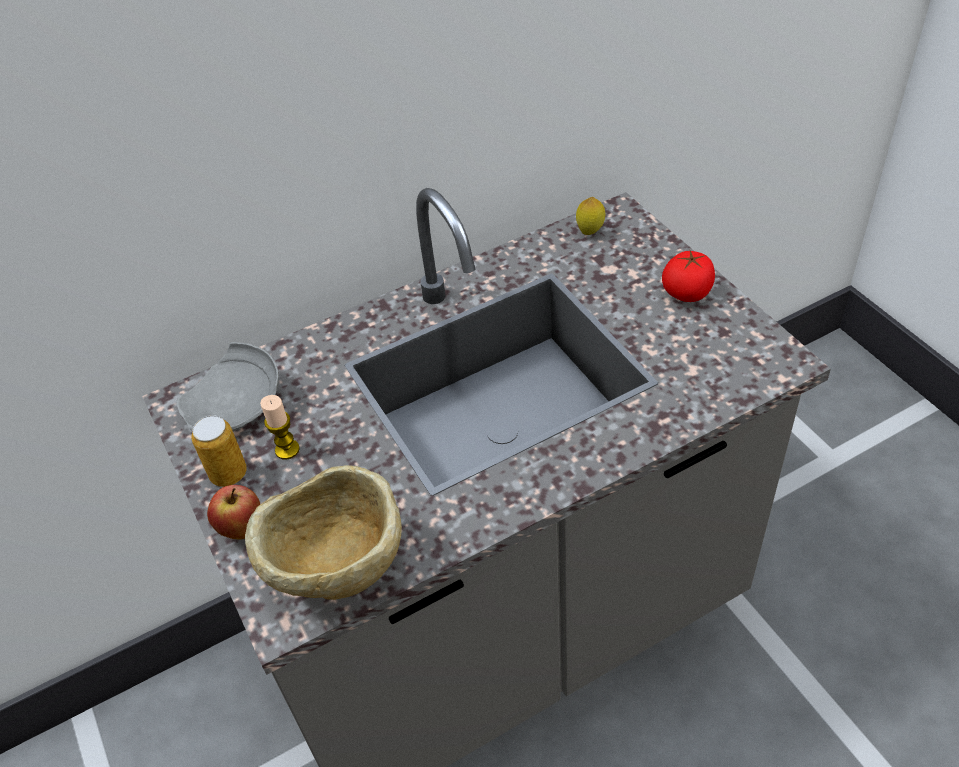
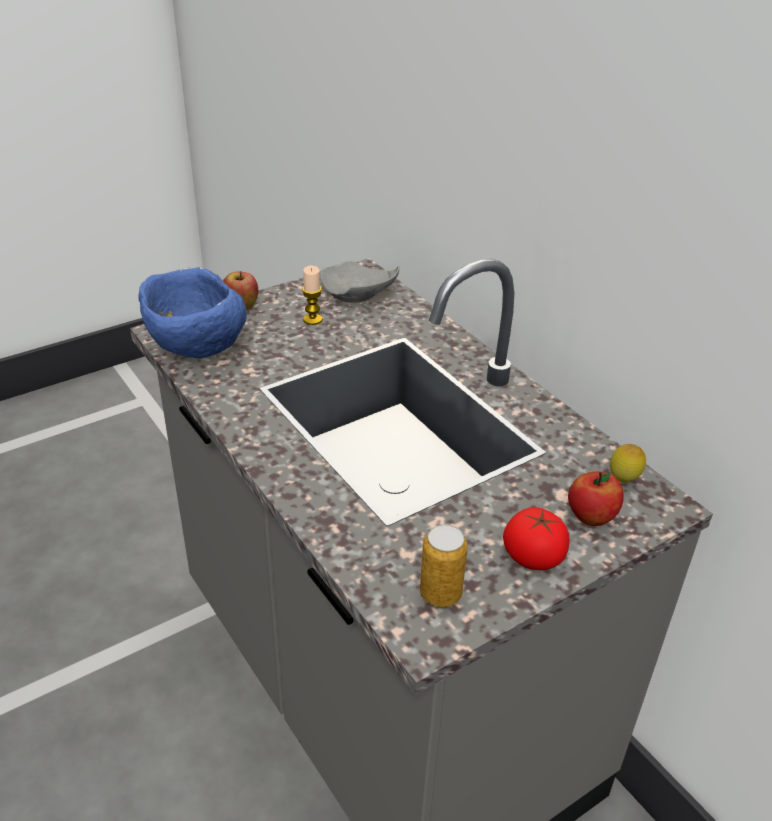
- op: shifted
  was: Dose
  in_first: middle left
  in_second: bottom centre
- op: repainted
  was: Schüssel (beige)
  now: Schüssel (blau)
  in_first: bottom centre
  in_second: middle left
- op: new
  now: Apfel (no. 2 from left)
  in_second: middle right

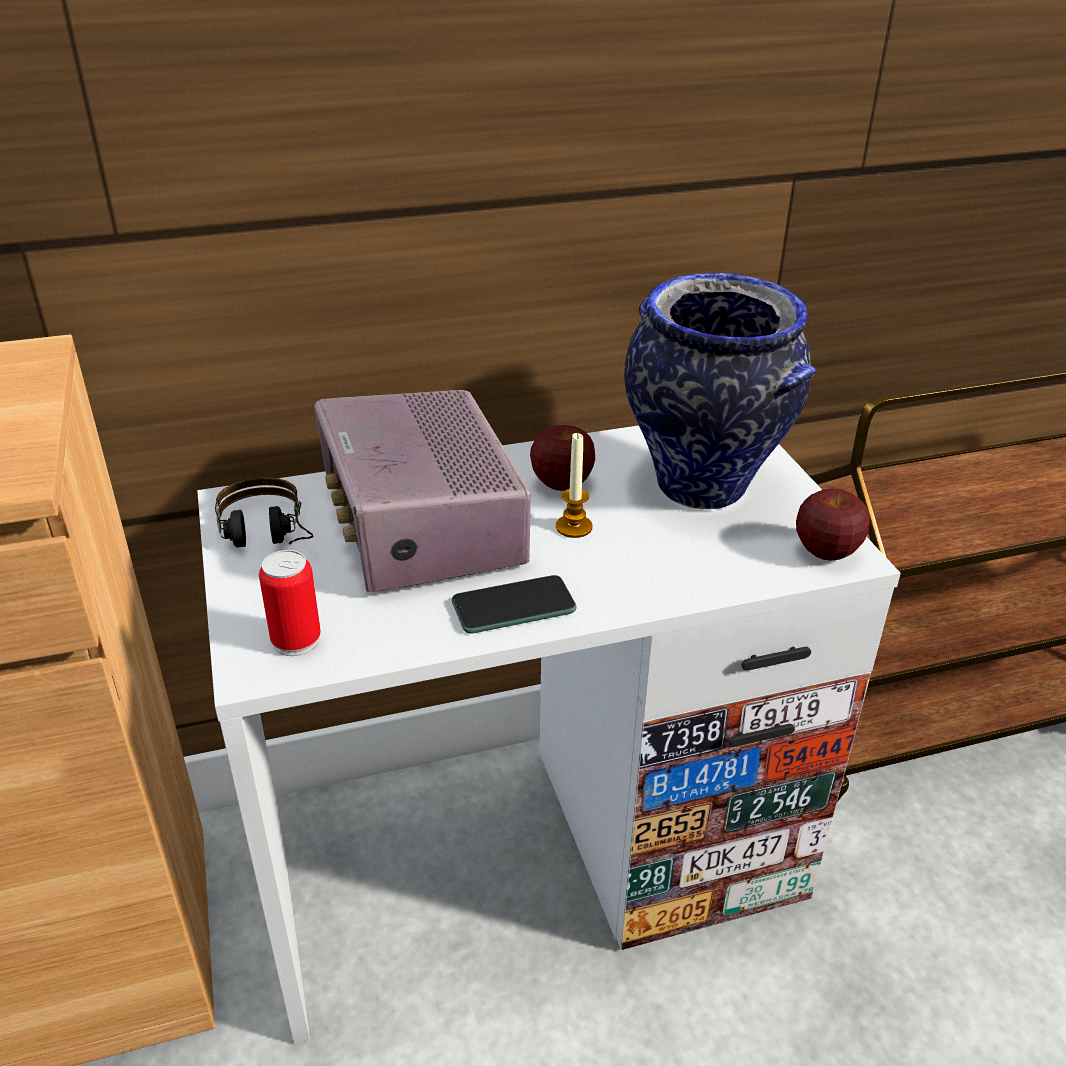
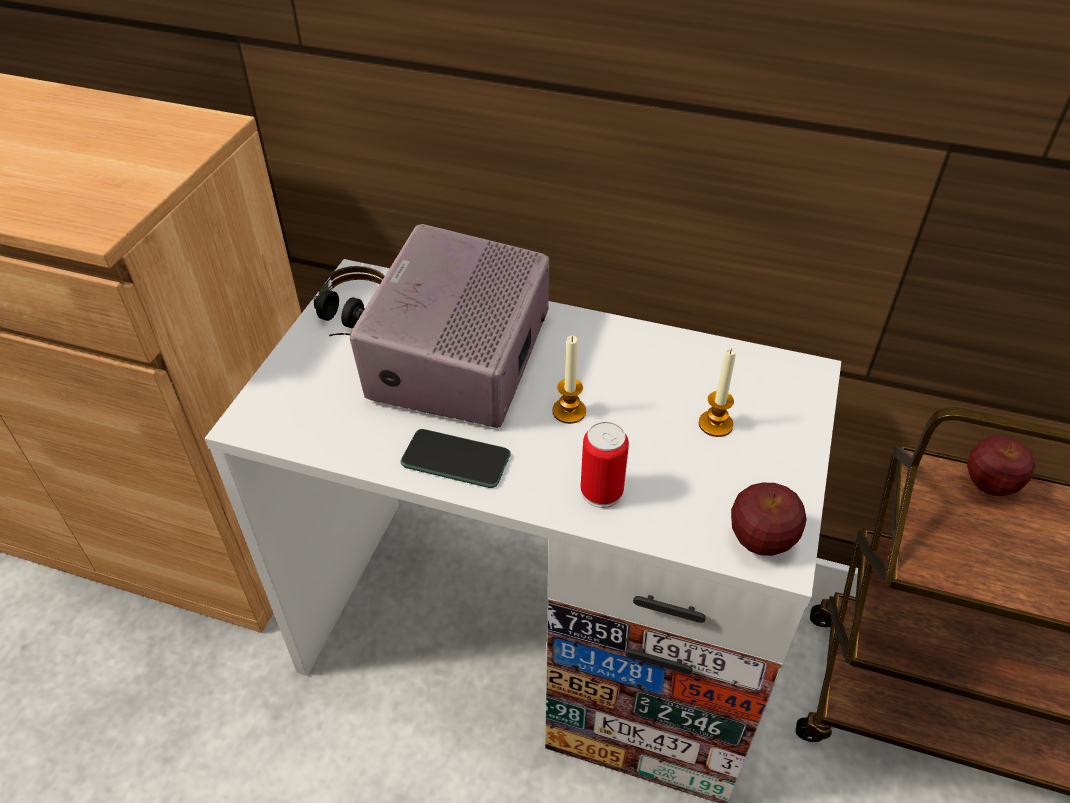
- op: swapped
  was: Vase
  now: Kerze (no. 2 from left)
  in_first: middle right
  in_second: middle right
- op: shifted
  was: Apfel (no. 1 from left in the first image)
  now: Apfel (no. 2 from left)
  in_first: centre
  in_second: middle right
- op: shifted
  was: Dose
  in_first: middle left
  in_second: centre

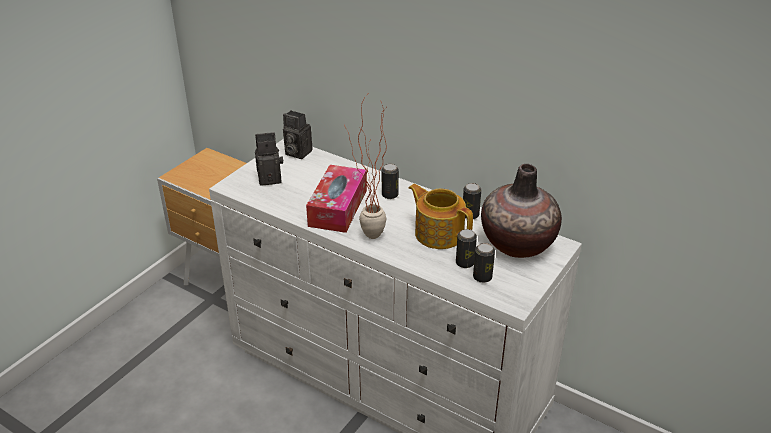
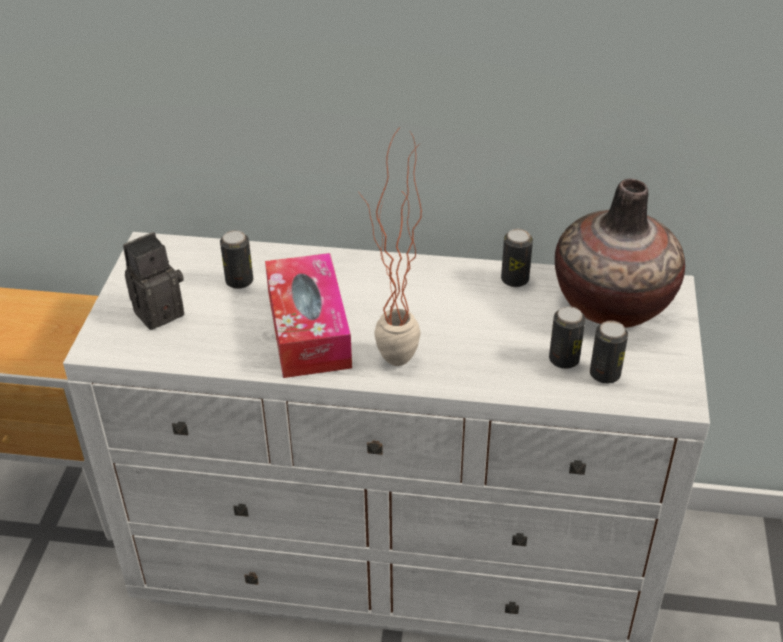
- op: gone
  was: Kamera (no. 2 from left)
  in_first: top centre
- op: shifted
  was: Dose (no. 1 from left)
  in_first: centre
  in_second: middle left
- op: gone
  was: Teekanne
  in_first: centre

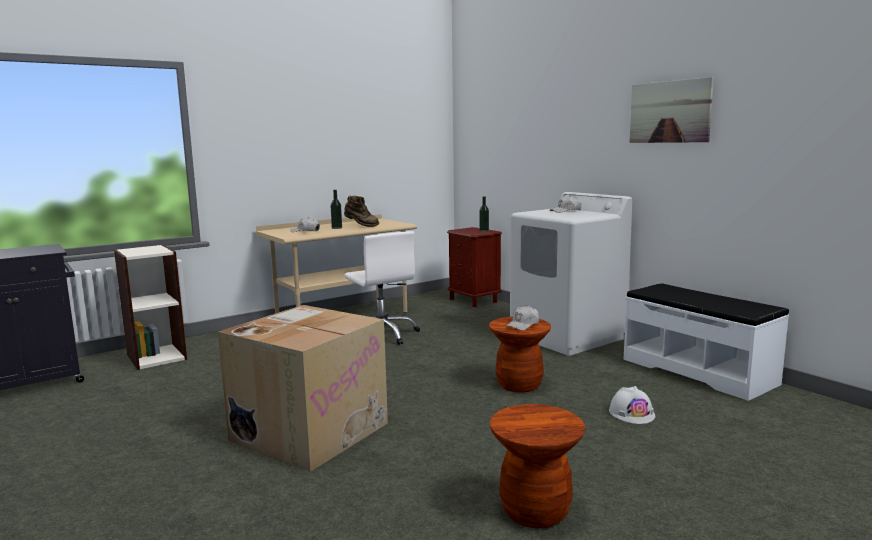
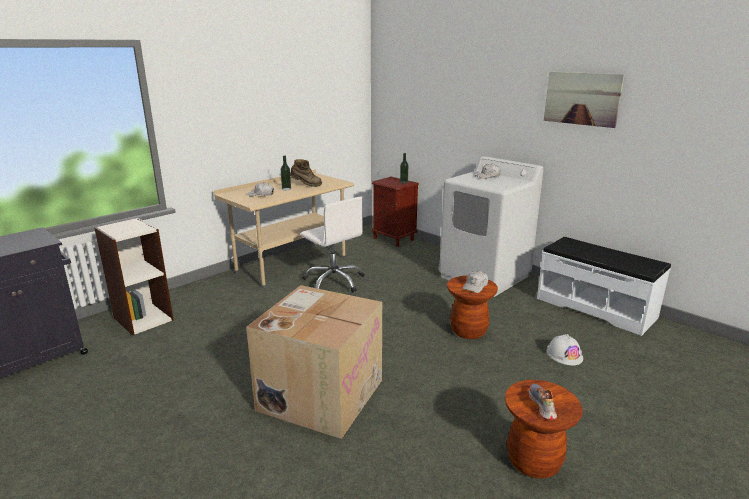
- op: new
  now: Schuh
  in_second: bottom right

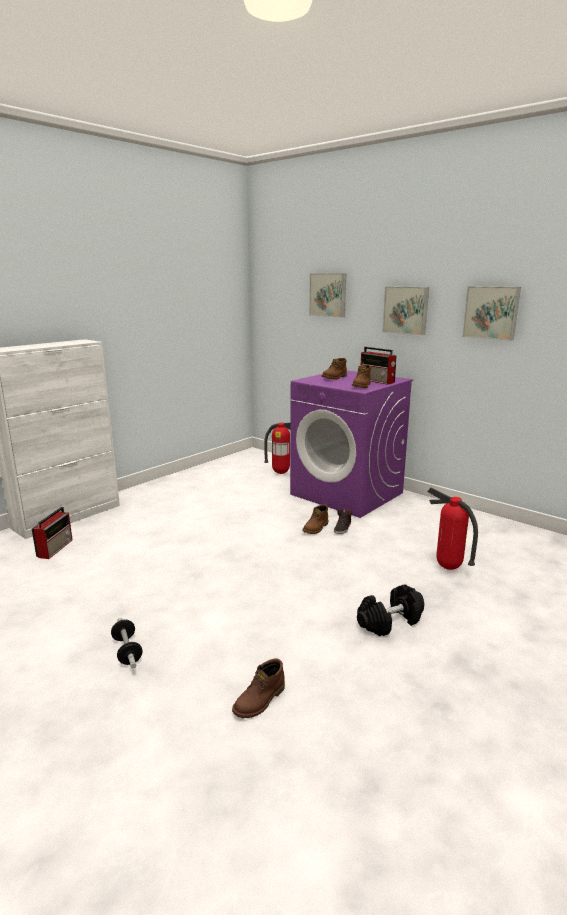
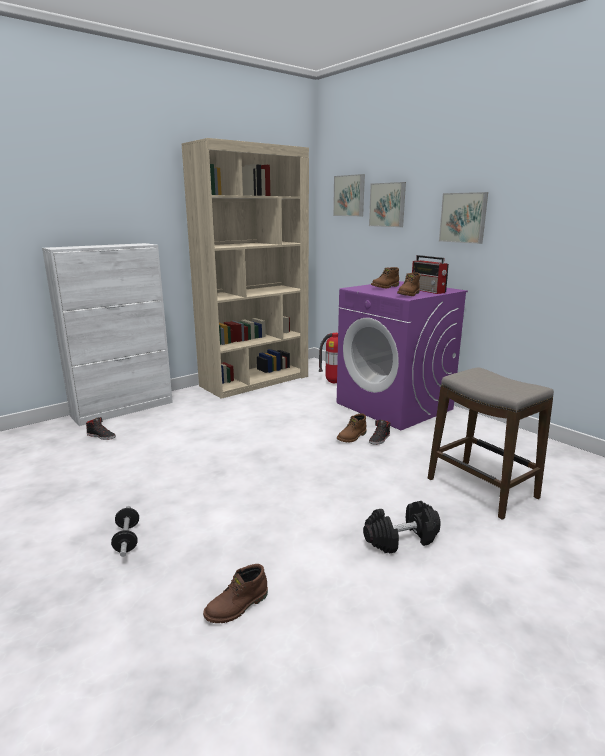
- op: shifted
  was: Bild (no. 3 from left in the first image)
  now: Bild (no. 1 from left)
  in_first: middle right
  in_second: top centre
- op: swapped
  was: Feuerlöscher (no. 2 from left)
  now: Hocker
  in_first: middle right
  in_second: middle right
- op: swapped
  was: Radio (no. 1 from left)
  now: Schuh (schwarz) (no. 1 from left)
  in_first: middle left
  in_second: middle left
- op: new
  now: Bücherregal (beige)
  in_second: centre

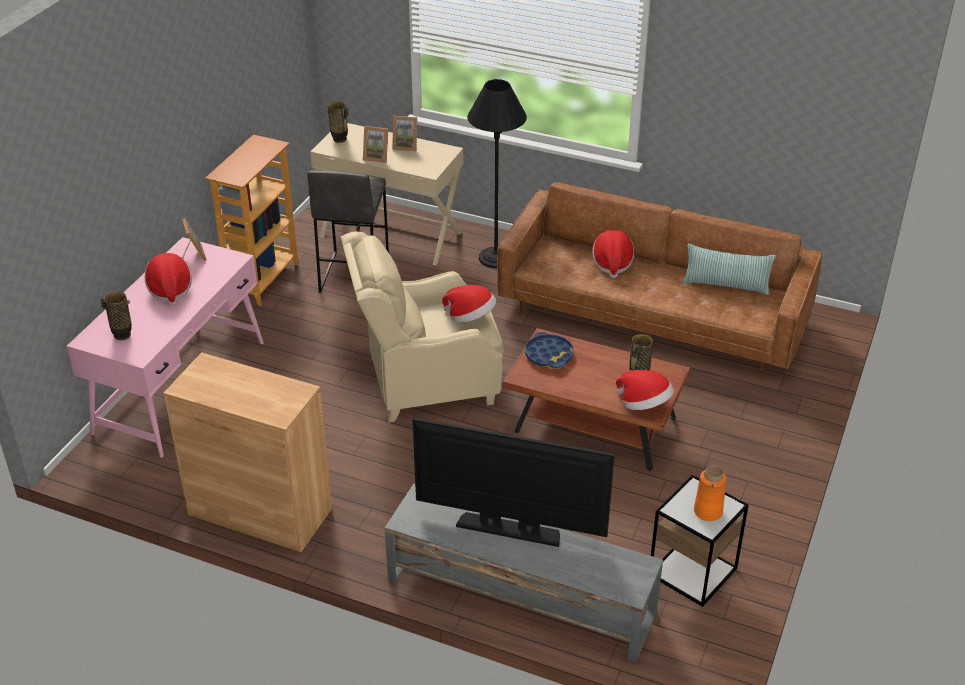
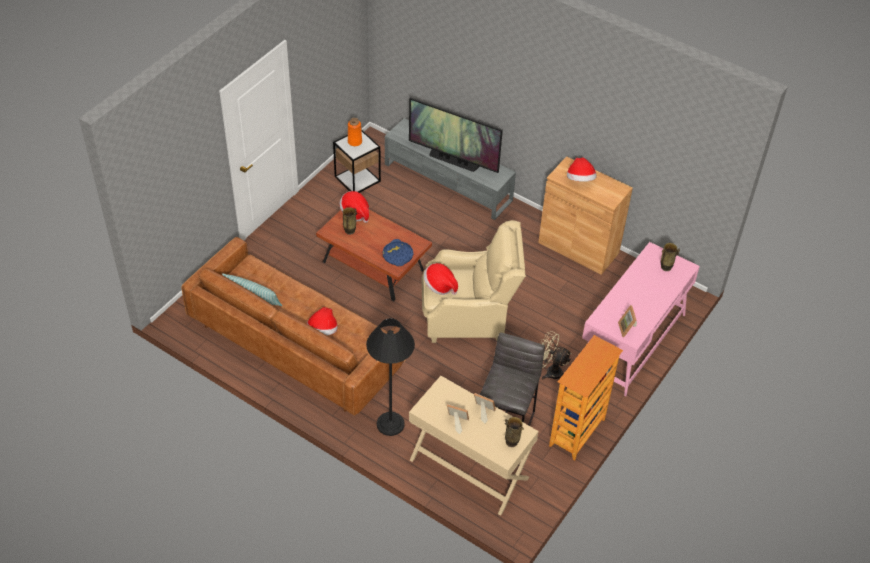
- op: shifted
  was: Hut (no. 1 from left in the first image)
  now: Hut (no. 4 from left)
  in_first: middle left
  in_second: top right
- op: new
  now: Ventilator (beige)
  in_second: centre

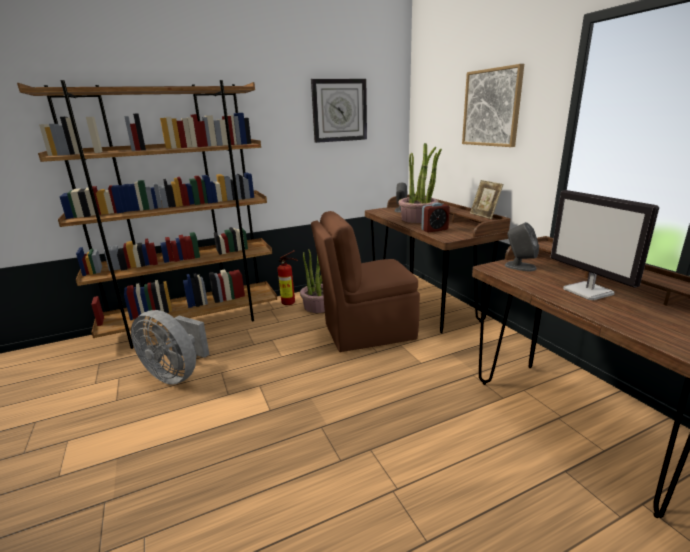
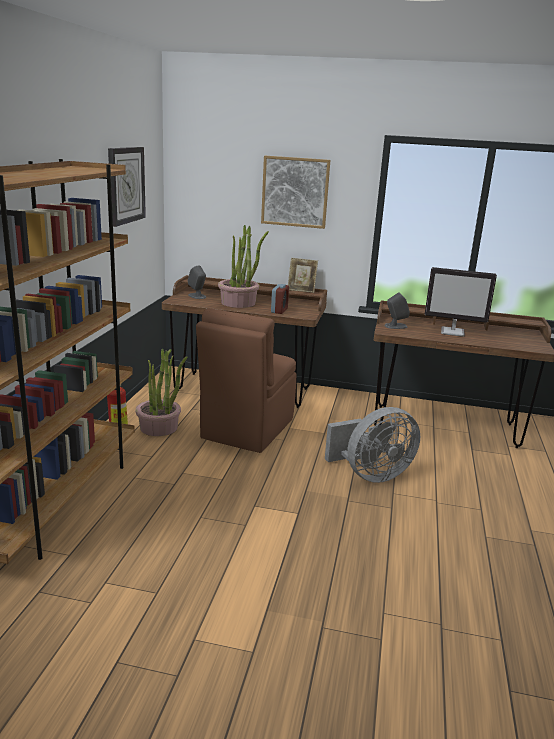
- op: shifted
  was: Ventilator (grau)
  in_first: middle left
  in_second: middle right

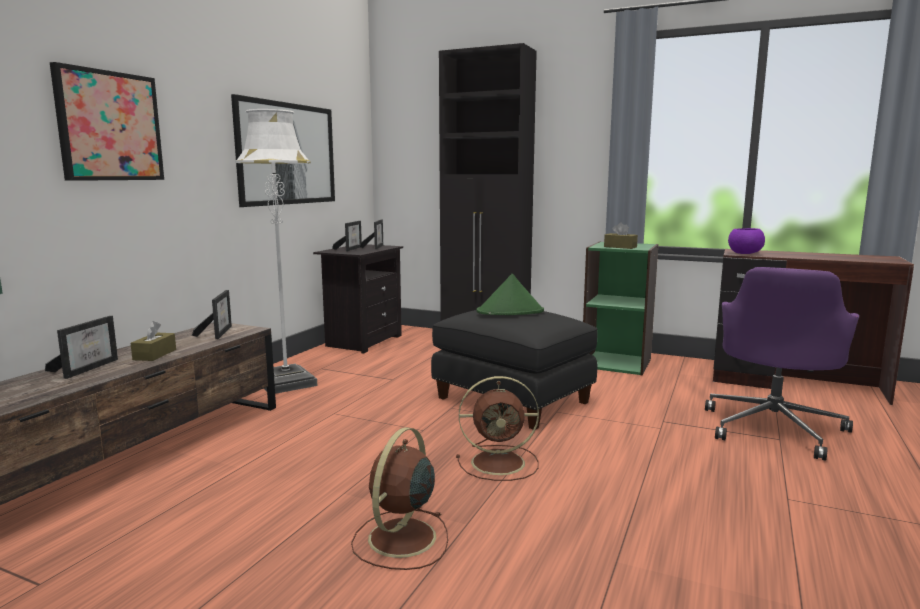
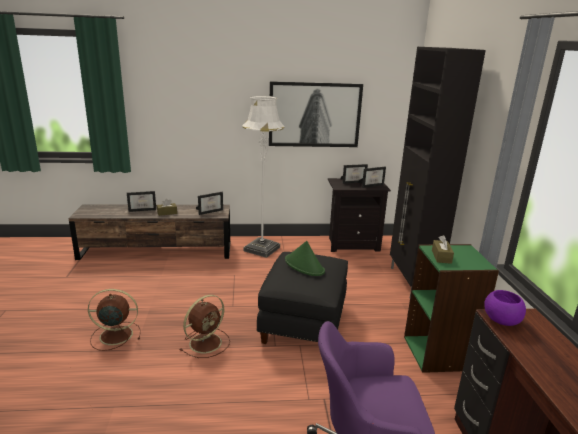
- op: gone
  was: Bild (no. 1 from left)
  in_first: top left
- op: rotated
  was: Ventilator (braun) (no. 2 from left)
  in_first: bottom centre
  in_second: bottom centre
  clockwise: -105

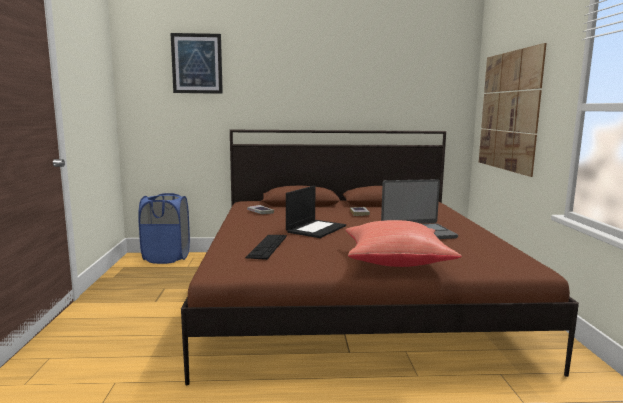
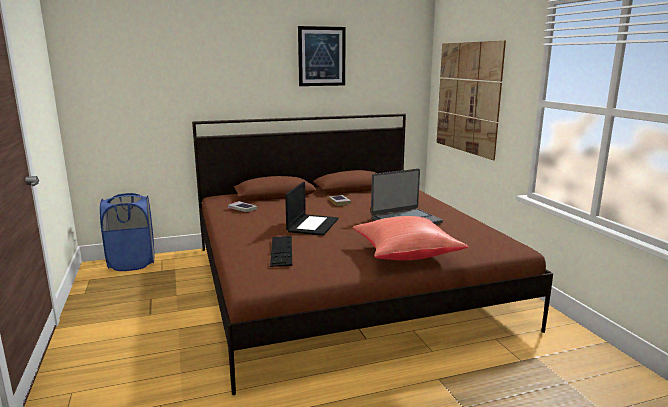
- op: shifted
  was: Bild (no. 1 from left)
  in_first: top left
  in_second: top centre

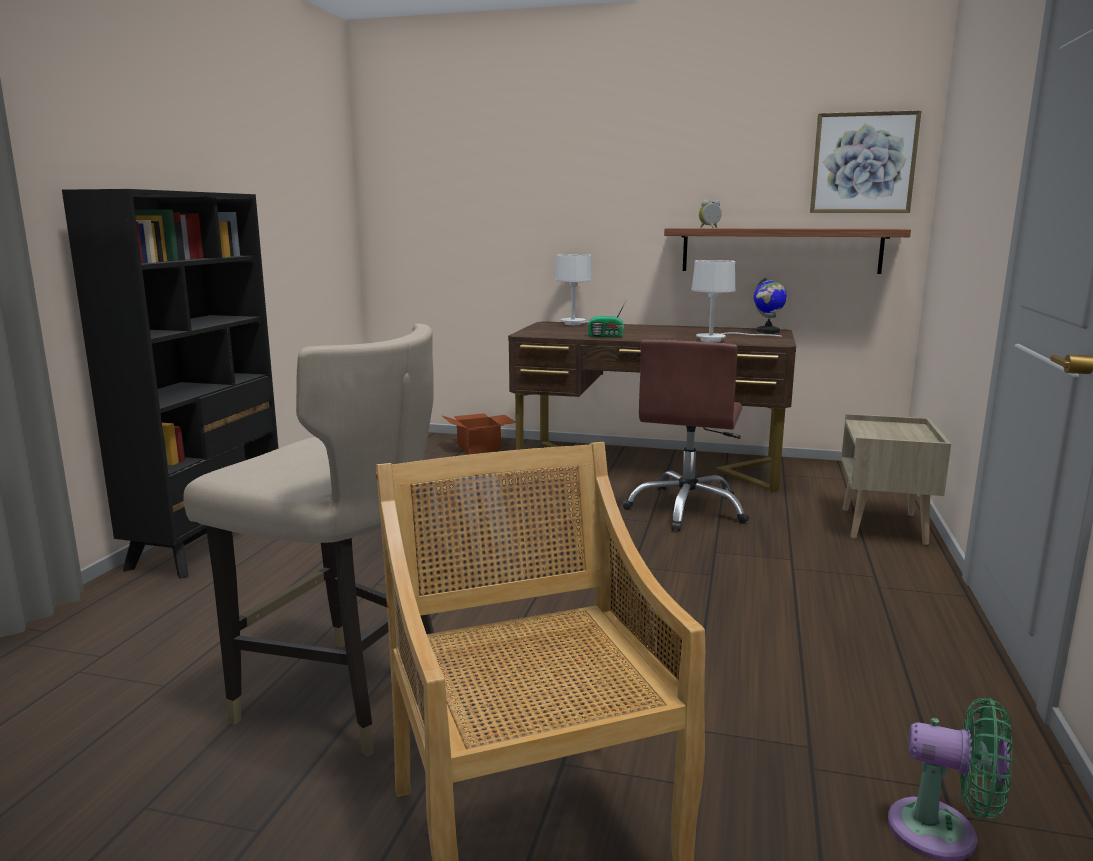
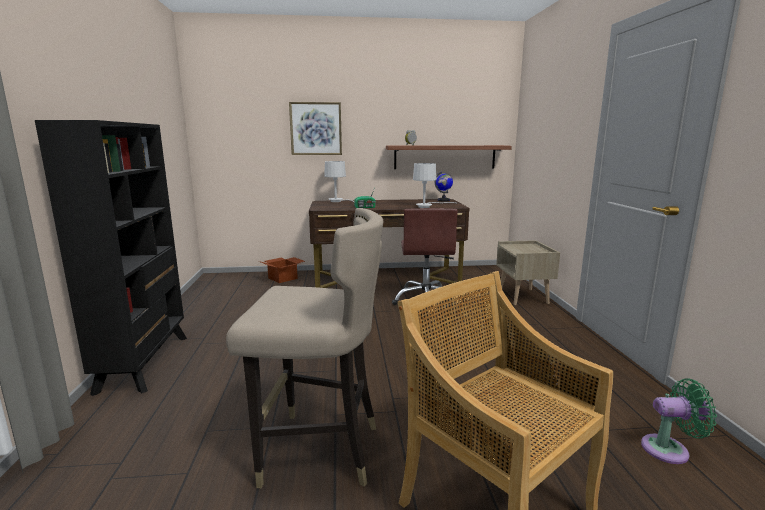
- op: shifted
  was: Bild
  in_first: top right
  in_second: top centre

